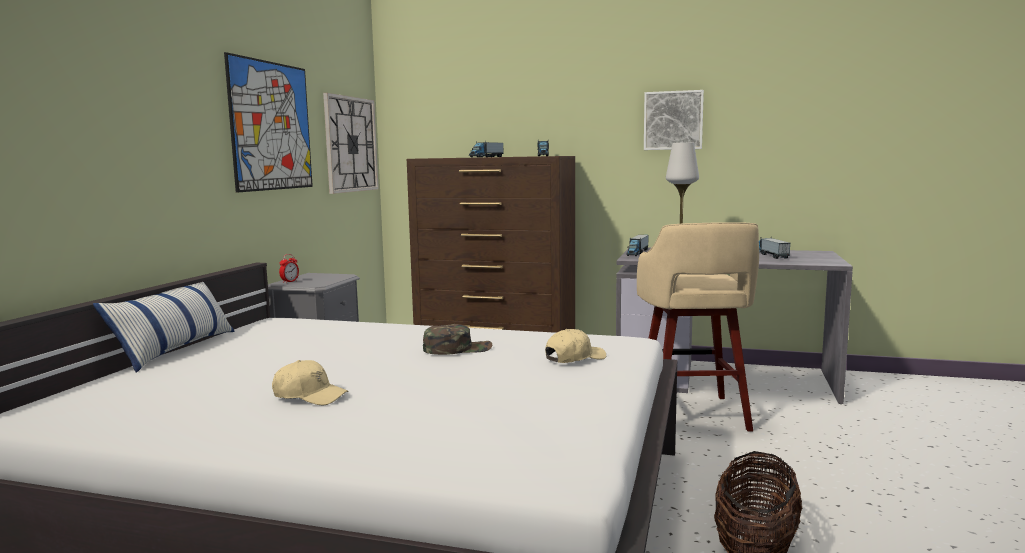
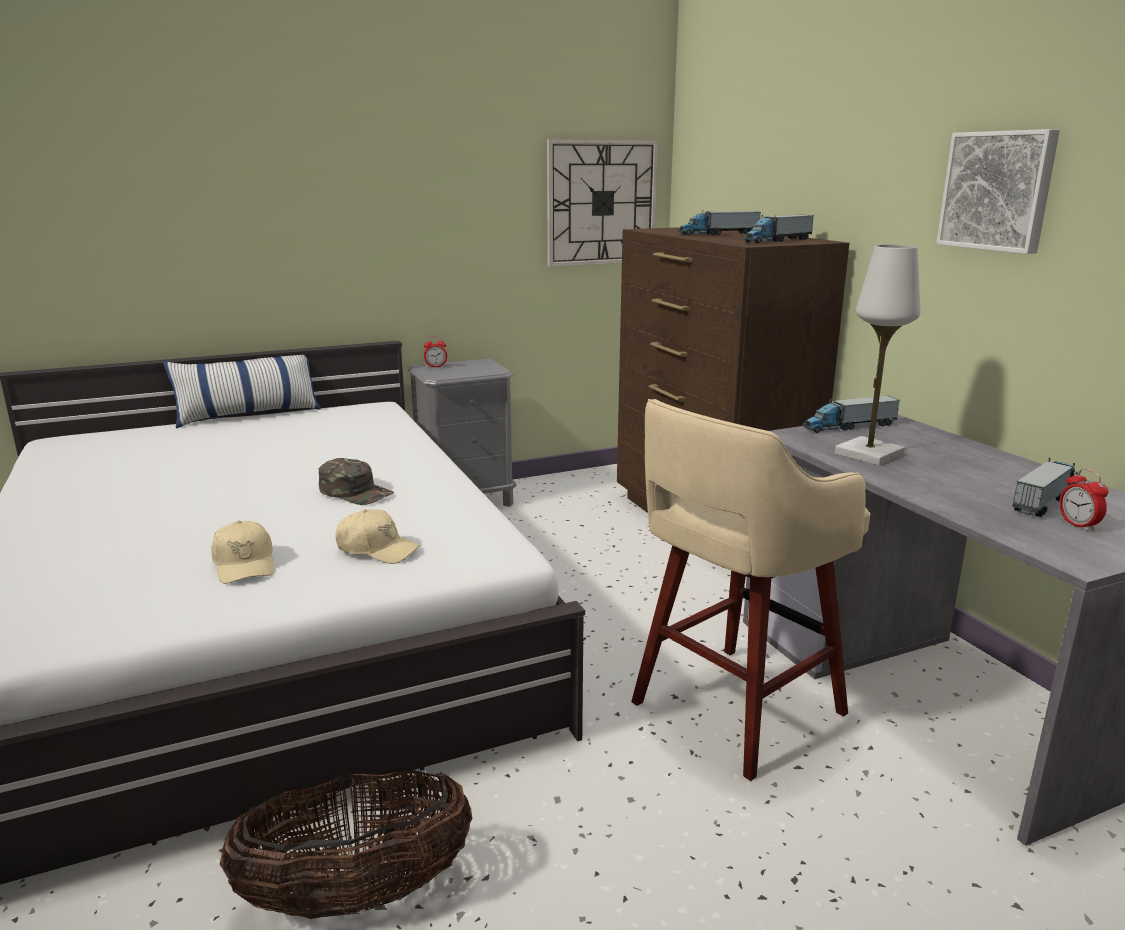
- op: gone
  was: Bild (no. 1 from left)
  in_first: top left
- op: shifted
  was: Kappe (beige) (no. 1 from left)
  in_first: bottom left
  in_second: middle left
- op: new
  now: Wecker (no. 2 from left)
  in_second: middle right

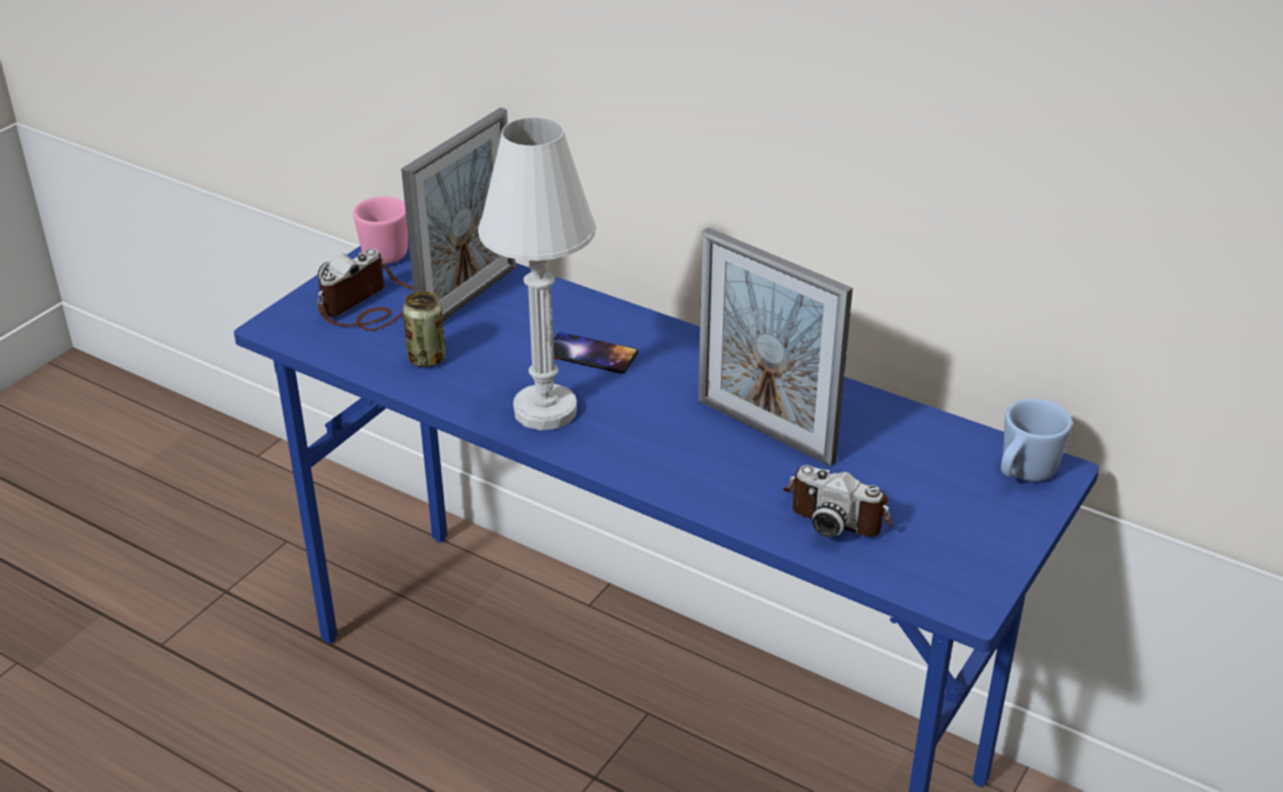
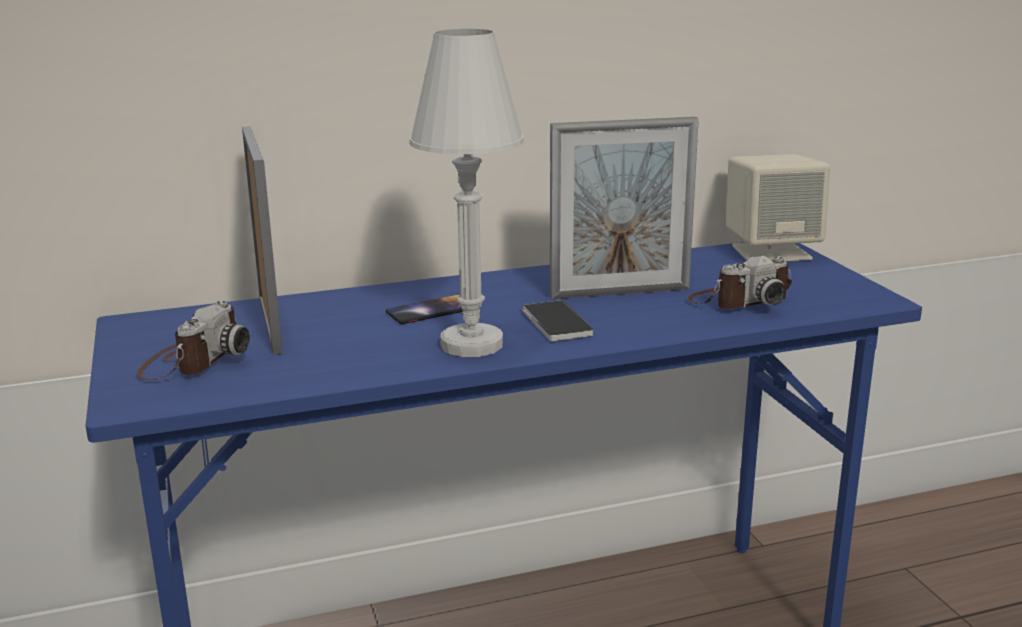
- op: gone
  was: Henkelbecher (rosa)
  in_first: top left
- op: rotated
  was: Kamera (no. 1 from left)
  in_first: middle left
  in_second: middle left
  clockwise: -150
- op: gone
  was: Dose
  in_first: middle left
- op: swapped
  was: Henkelbecher (blau)
  now: Lautsprecher (beige)
  in_first: middle right
  in_second: top right
- op: new
  now: Handy (no. 2 from left)
  in_second: centre

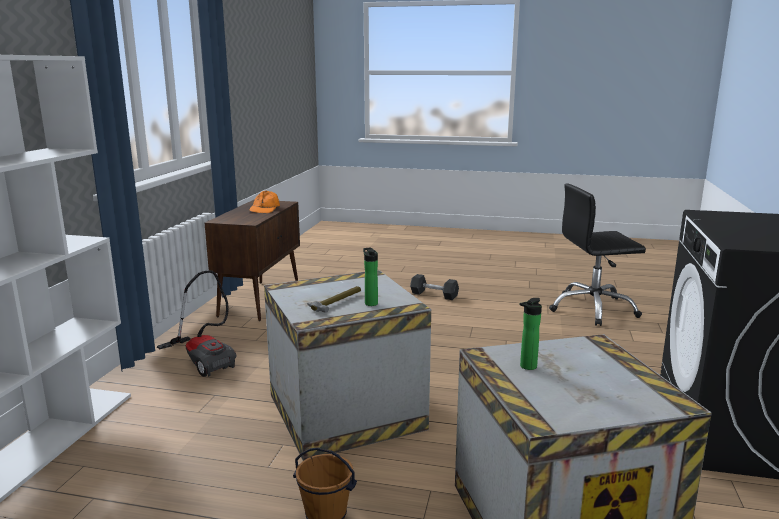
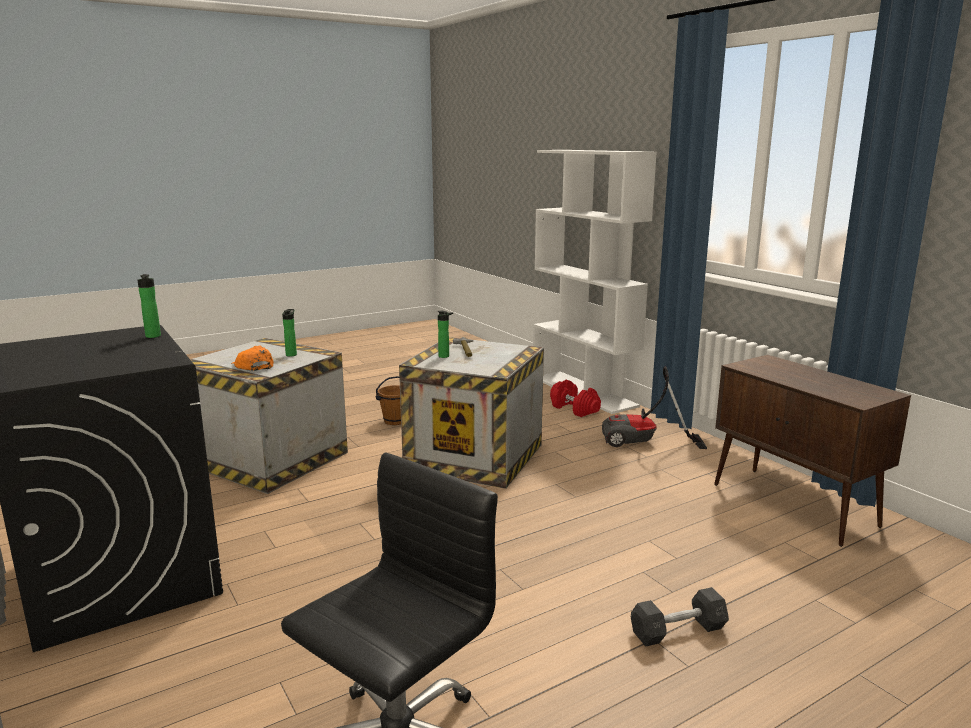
- op: shifted
  was: Kappe (orange)
  in_first: centre
  in_second: middle left
- op: new
  now: Flasche (no. 1 from left)
  in_second: middle left
- op: new
  now: Hantel (rot)
  in_second: centre

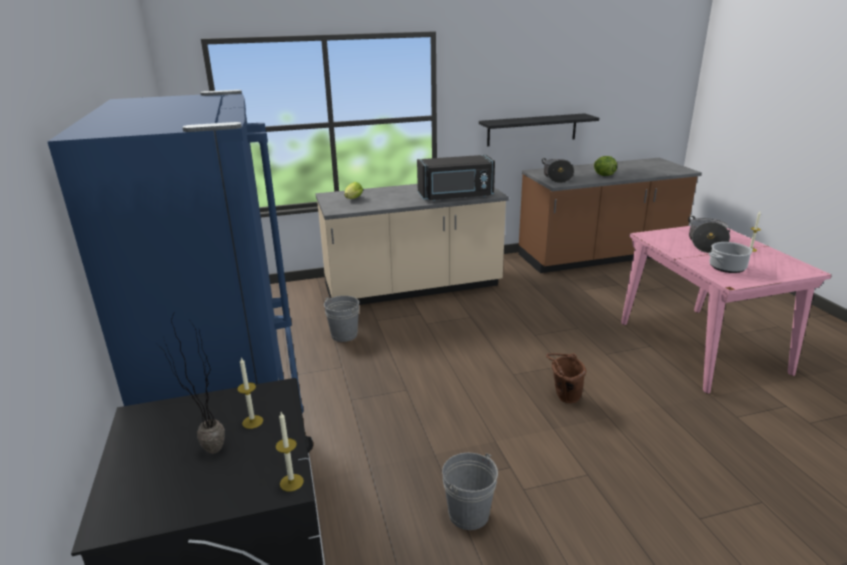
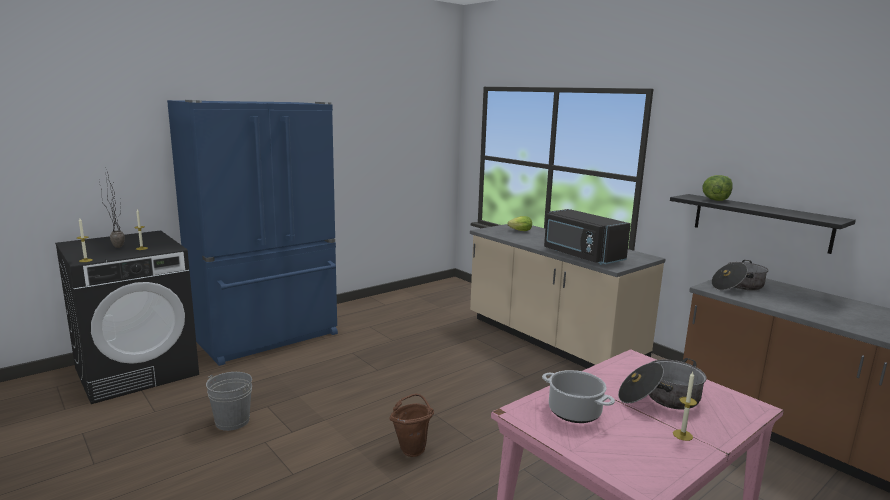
- op: shifted
  was: Salatkopf (no. 2 from left)
  in_first: top right
  in_second: middle right
- op: gone
  was: Eimer (grau) (no. 1 from left)
  in_first: centre

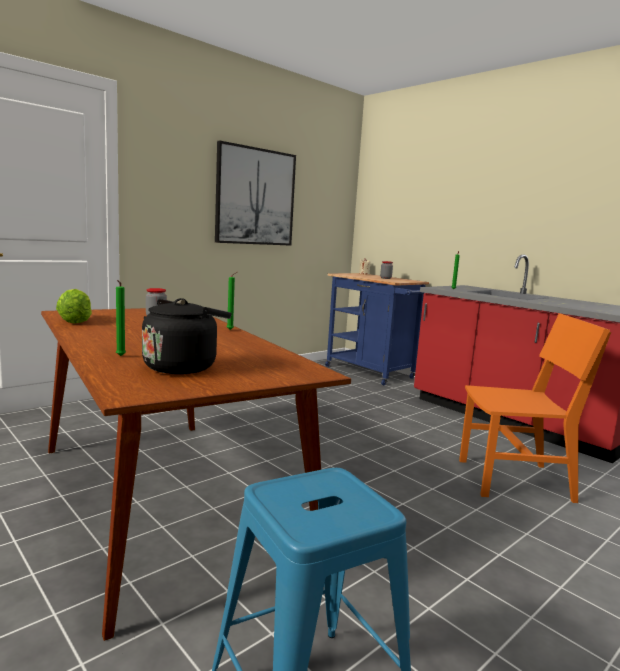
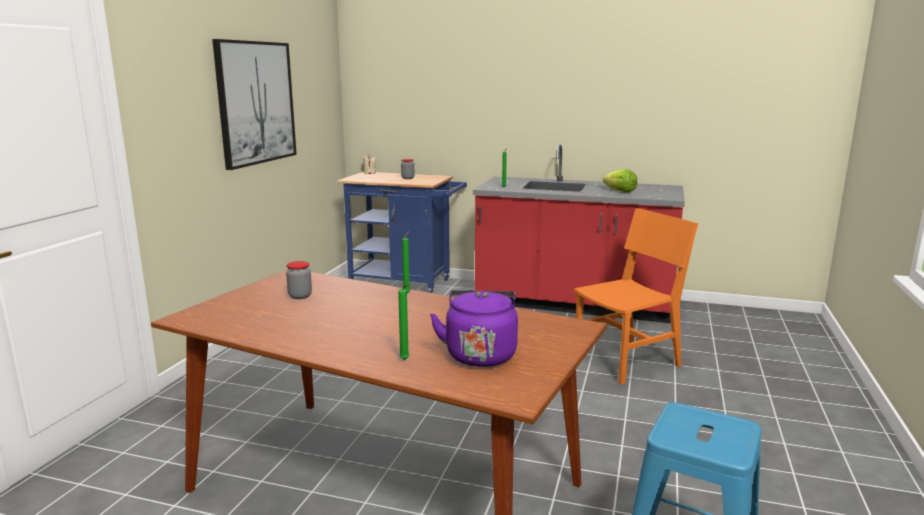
- op: shifted
  was: Salatkopf
  in_first: middle left
  in_second: middle right
- op: repainted
  was: Wasserkessel (schwarz)
  now: Wasserkessel (lila)
  in_first: middle left
  in_second: centre

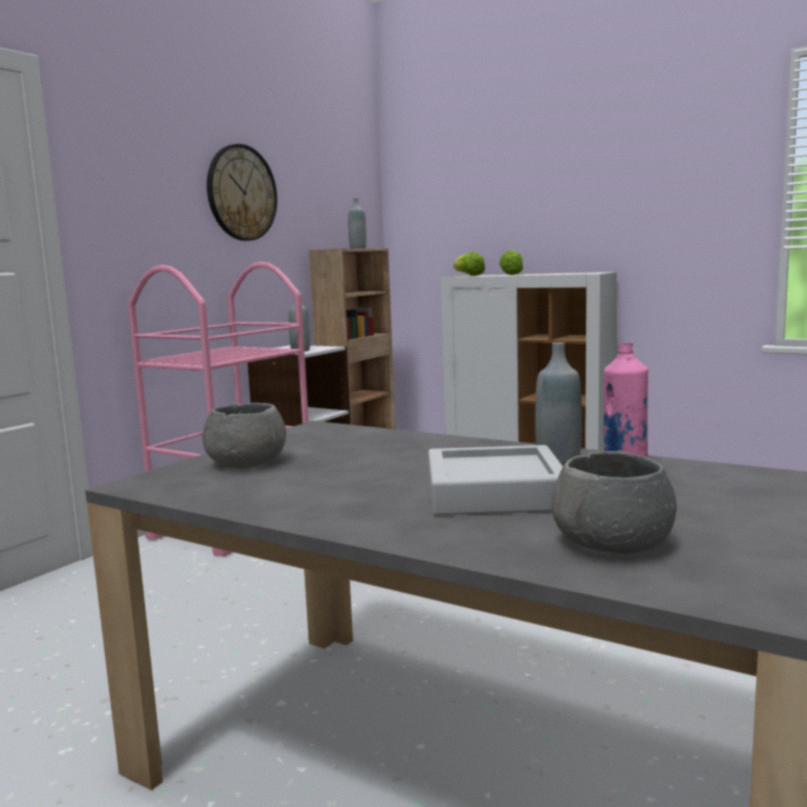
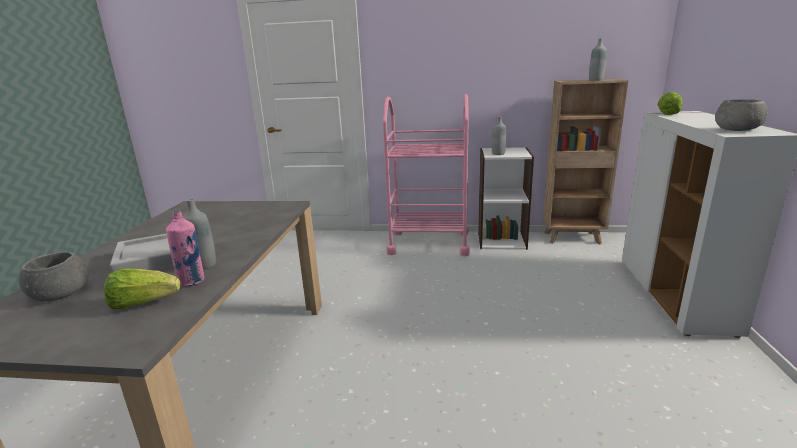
- op: gone
  was: Wanduhr
  in_first: top left
- op: shifted
  was: Salatkopf (no. 2 from left in the first image)
  now: Salatkopf (no. 1 from left)
  in_first: top centre
  in_second: middle left
- op: shifted
  was: Schüssel (grau) (no. 1 from left in the first image)
  now: Schüssel (grau) (no. 2 from left)
  in_first: middle left
  in_second: top right

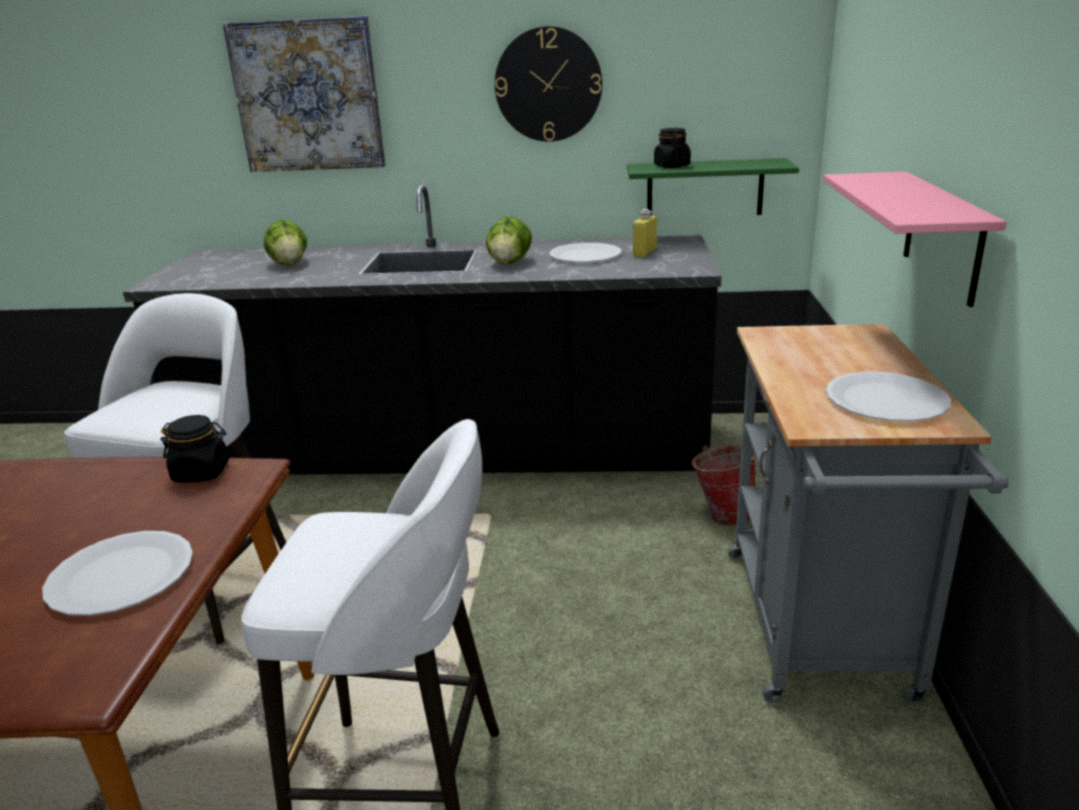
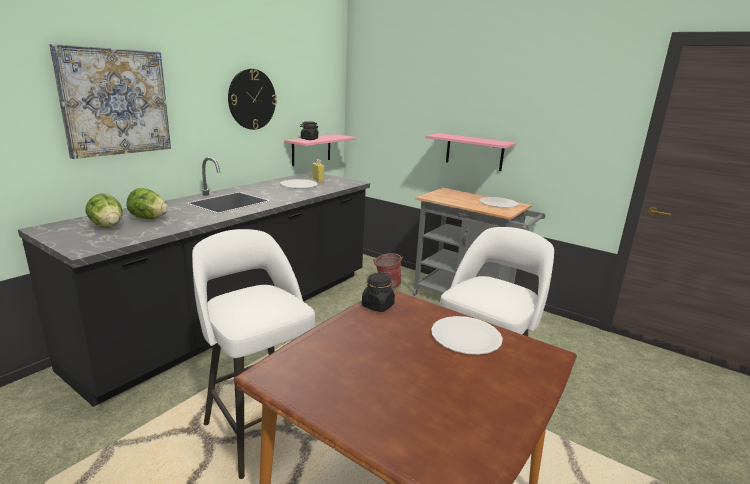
- op: repainted
  was: Wandregal (grün)
  now: Wandregal (rosa) (no. 1 from left)
  in_first: top centre
  in_second: top centre
- op: shifted
  was: Salatkopf (no. 2 from left in the first image)
  now: Salatkopf (no. 1 from left)
  in_first: top centre
  in_second: middle left

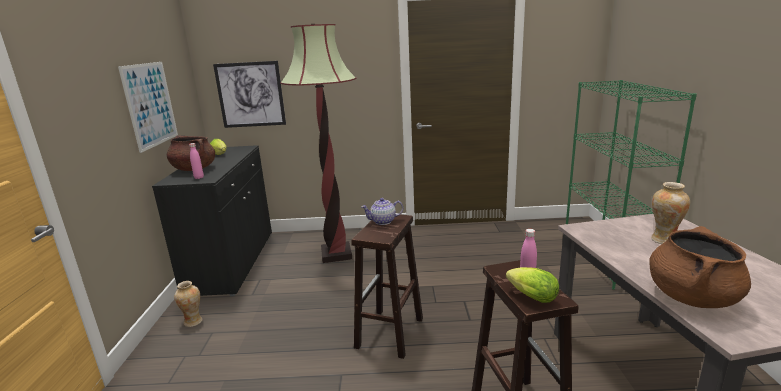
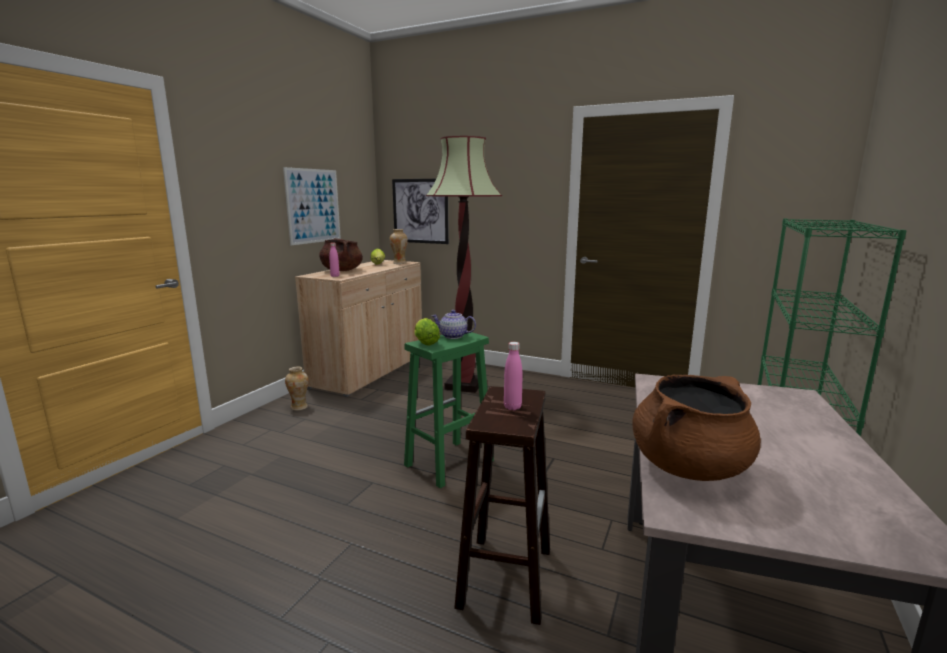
- op: repainted
  was: Schrank (schwarz)
  now: Schrank (beige)
  in_first: middle left
  in_second: centre
- op: shifted
  was: Vase (no. 2 from left)
  in_first: middle right
  in_second: centre
- op: repainted
  was: Hocker (braun) (no. 1 from left)
  now: Hocker (grün)
  in_first: bottom centre
  in_second: centre
- op: shifted
  was: Salatkopf (no. 2 from left)
  in_first: bottom right
  in_second: centre

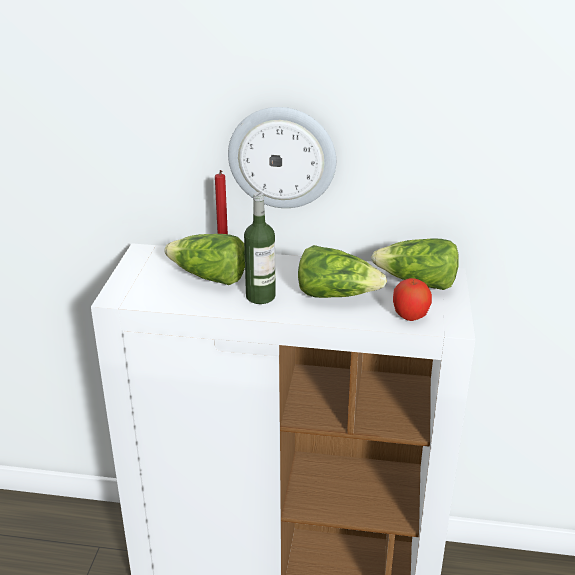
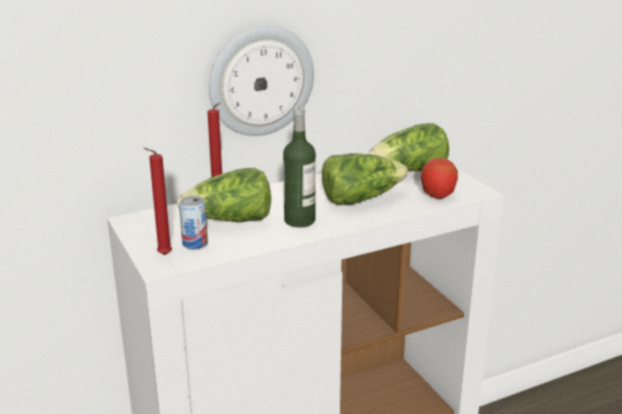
- op: new
  now: Kerze (rot) (no. 1 from left)
  in_second: middle left
- op: new
  now: Dose
  in_second: middle left

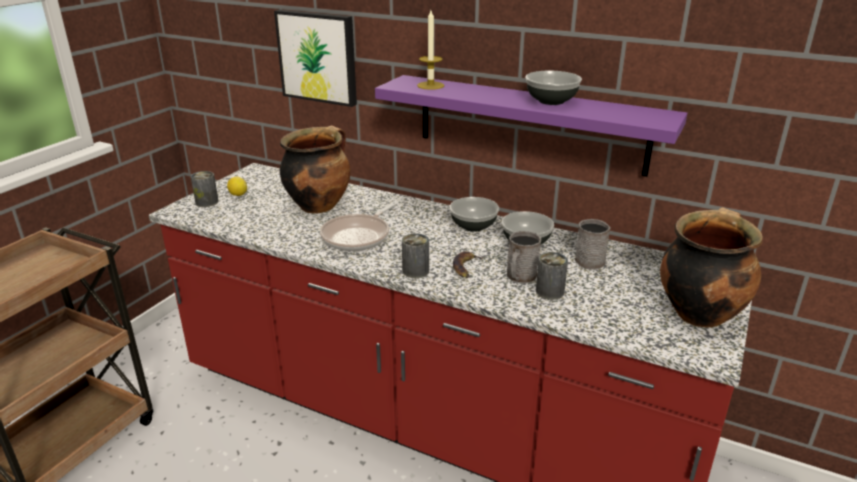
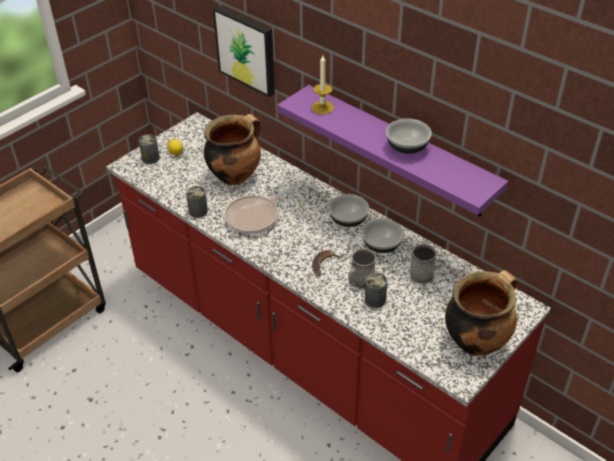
- op: shifted
  was: Dose (no. 2 from left)
  in_first: centre
  in_second: middle left

